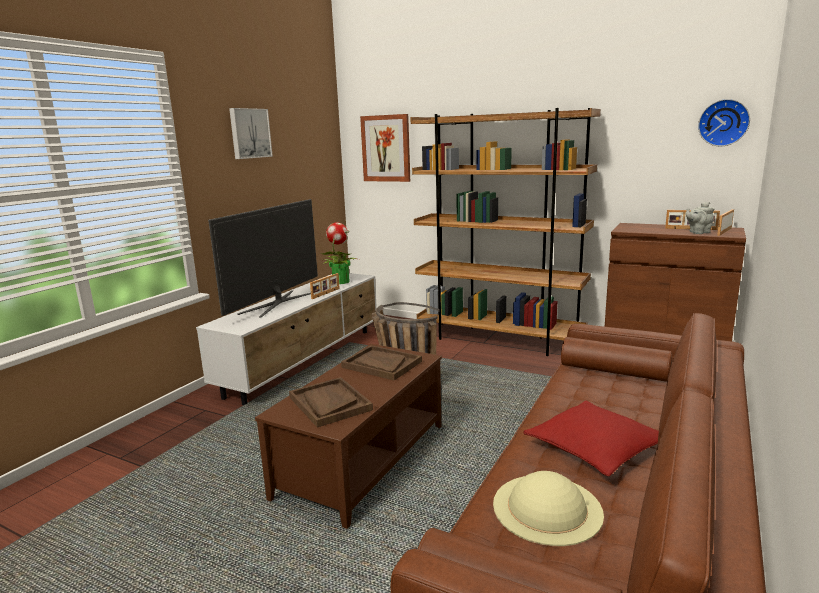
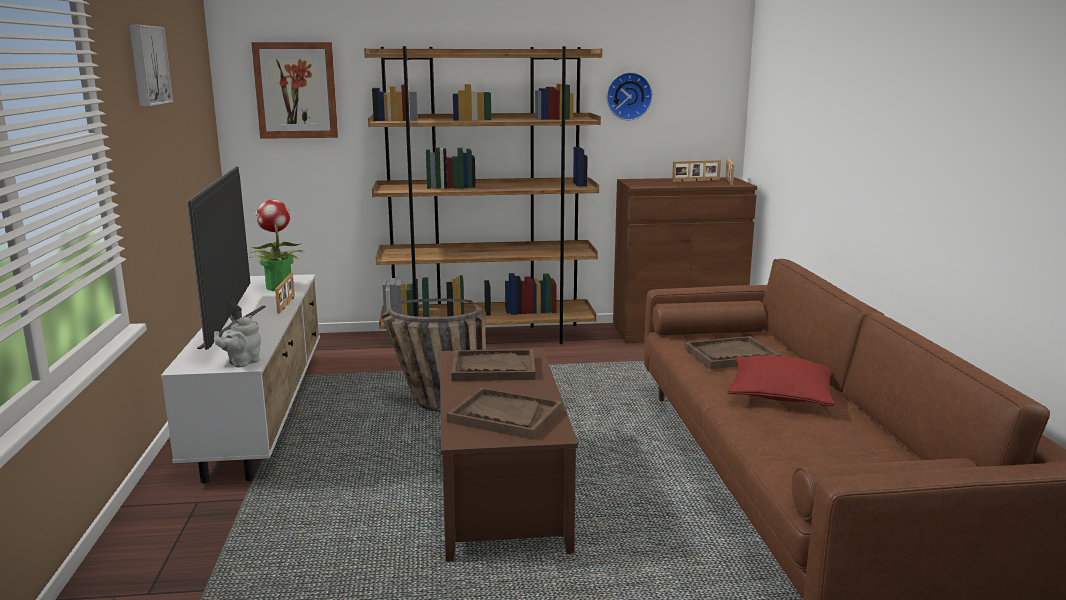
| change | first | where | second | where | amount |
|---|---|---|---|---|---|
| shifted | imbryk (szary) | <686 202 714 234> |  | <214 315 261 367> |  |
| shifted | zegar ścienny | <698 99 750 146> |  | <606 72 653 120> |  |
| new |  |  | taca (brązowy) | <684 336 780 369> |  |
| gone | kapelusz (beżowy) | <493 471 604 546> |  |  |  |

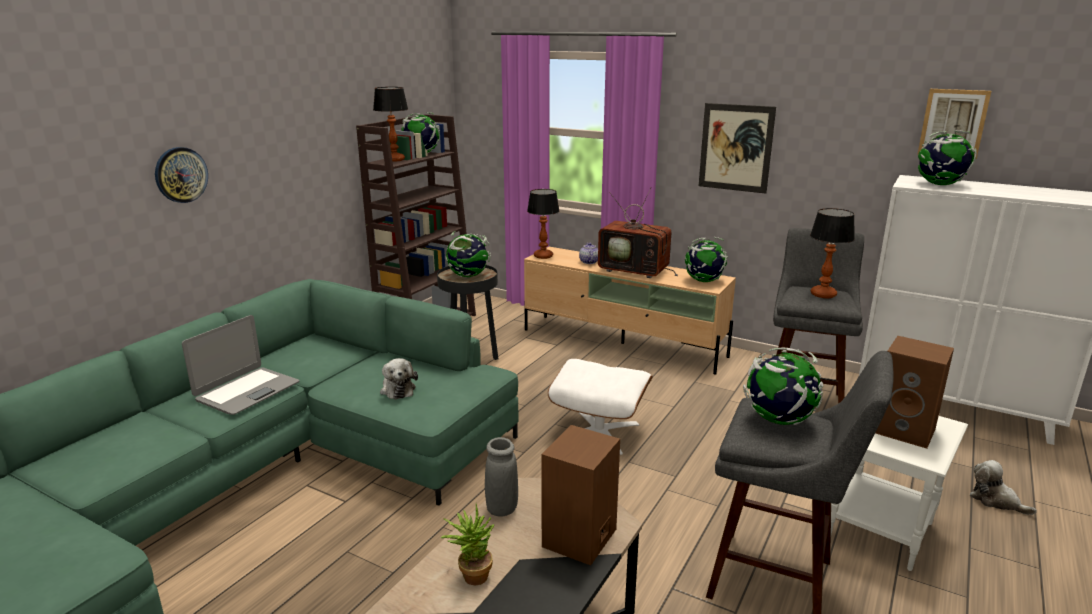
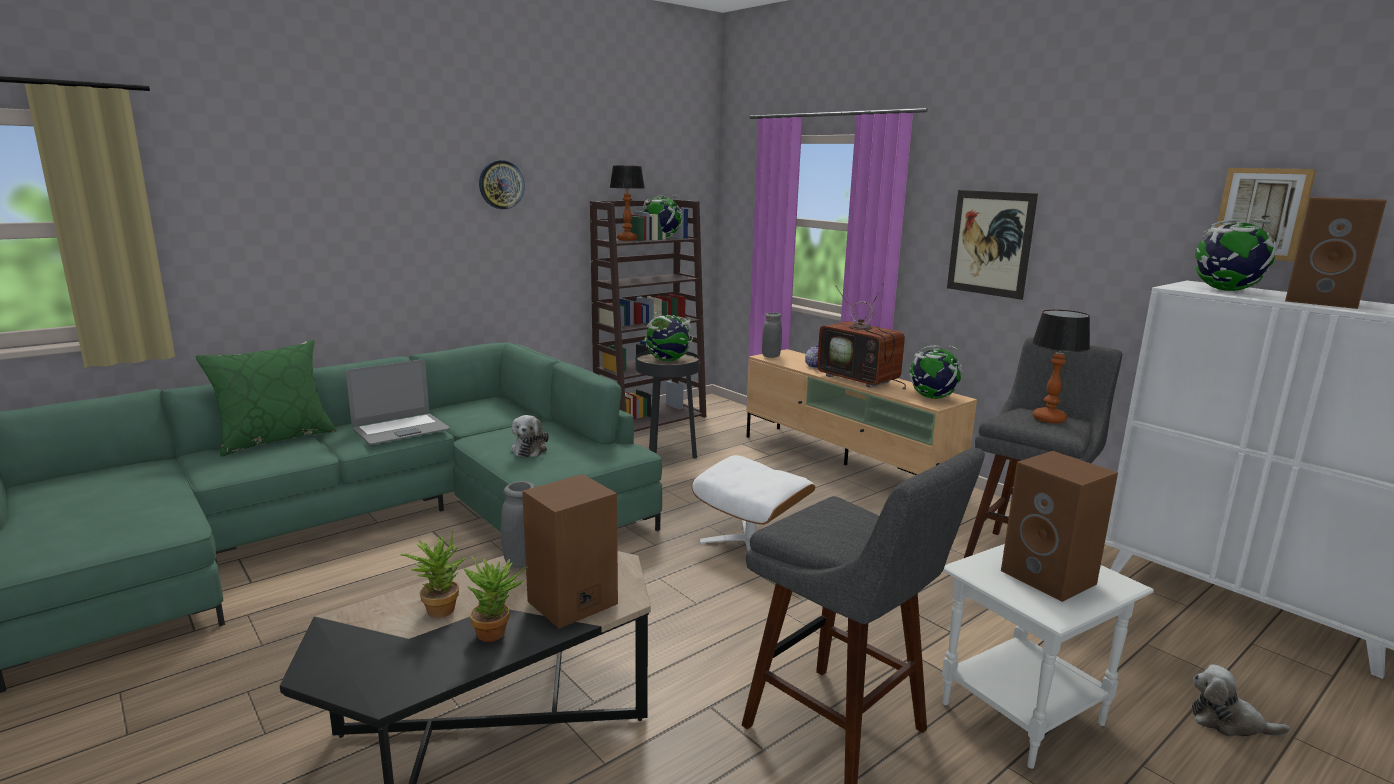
| change | first | where | second | where | amount |
|---|---|---|---|---|---|
| new |  |  | poduszka (zielony) | <196 340 337 457> |  |
| new |  |  | roślina doniczkowa | <463 556 528 642> |  |
| shifted | zegar ścienny | <155 147 208 203> |  | <479 160 525 209> |  |
| swapped | lampa stołowa | <527 189 560 259> | wazon (szary) | <762 313 782 358> |  |
| rotated | pluszak | <970 460 1037 515> |  | <1192 665 1290 737> | 45 degrees counterclockwise |
| new |  |  | głośnik (brązowy) | <1285 197 1387 309> |  |
| gone | globus | <743 347 823 425> |  |  |  |

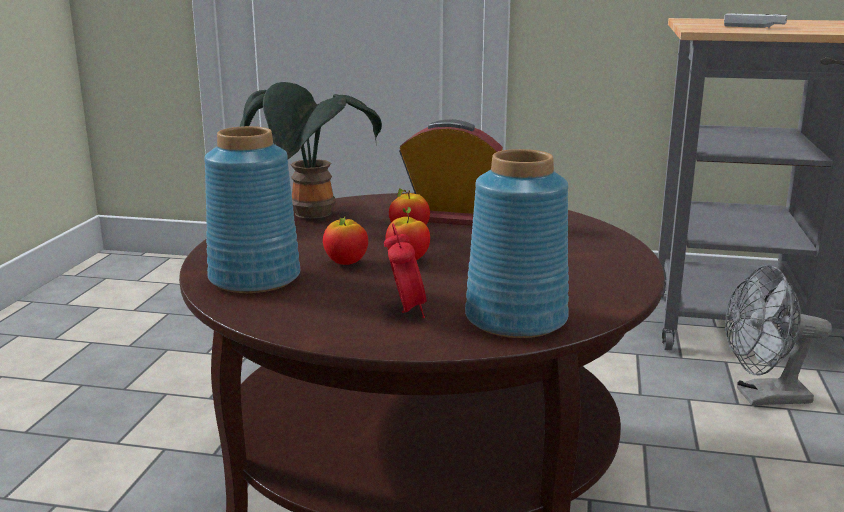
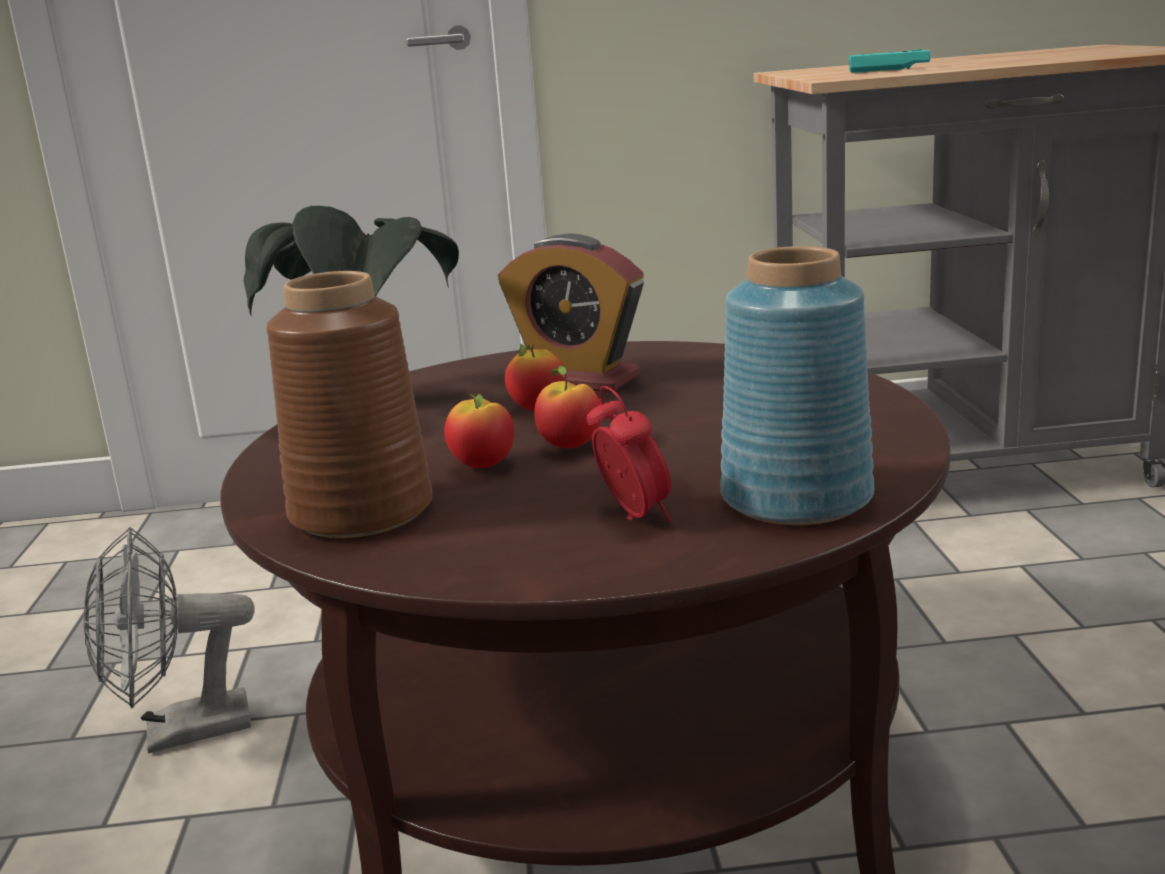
| change | first | where | second | where | amount |
|---|---|---|---|---|---|
| shifted | wentylator (szary) | <725 265 832 405> |  | <83 527 254 753> |  |
| repainted | wazon (niebieski) | <204 126 300 293> | wazon (brązowy) | <267 271 433 538> |  |
| rotated | budzik | <399 119 503 226> |  | <498 233 644 392> | 150 degrees counterclockwise |
| repainted | pad do gier (biały) | <724 13 787 28> | pad do gier (turkusowy) | <849 49 930 73> |  |

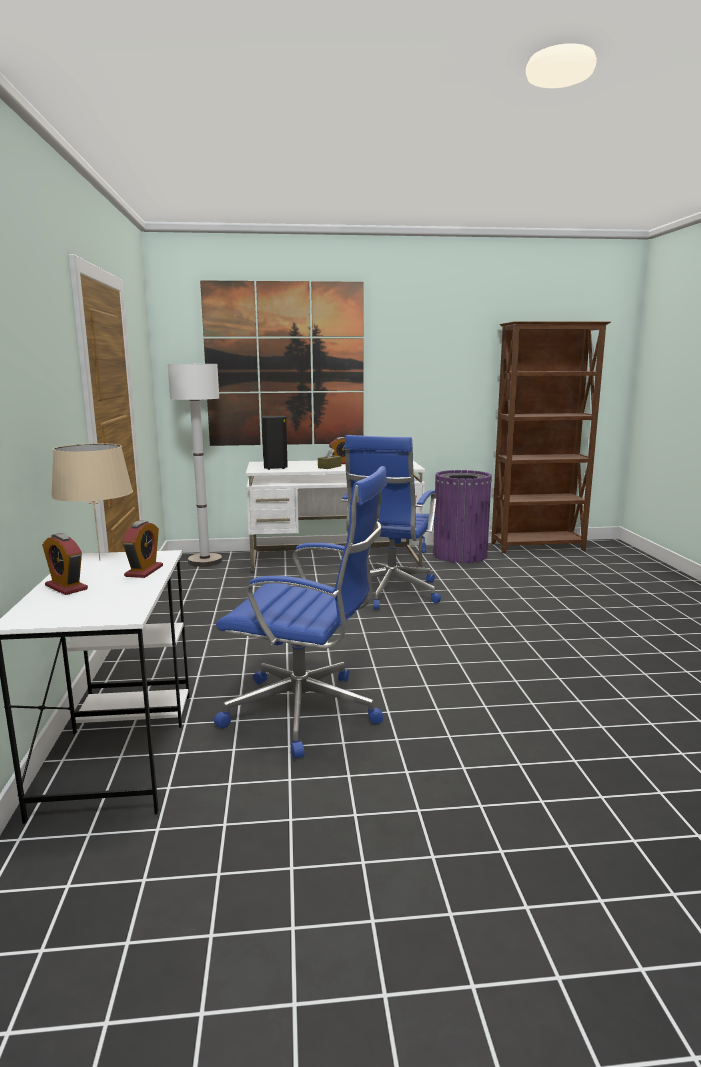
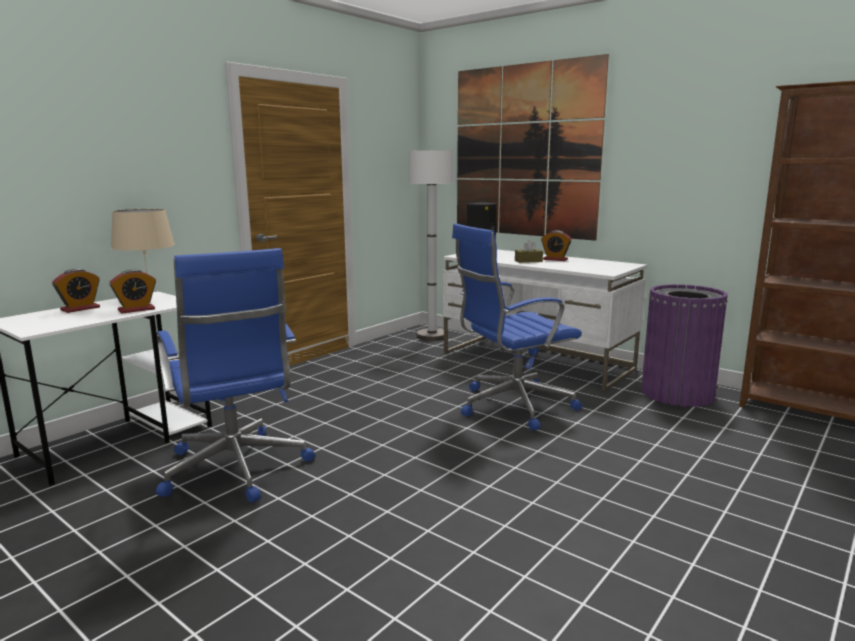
| change | first | where | second | where | amount |
|---|---|---|---|---|---|
| rotated | budzik | <43 533 88 595> |  | <52 269 100 313> | 135 degrees counterclockwise |

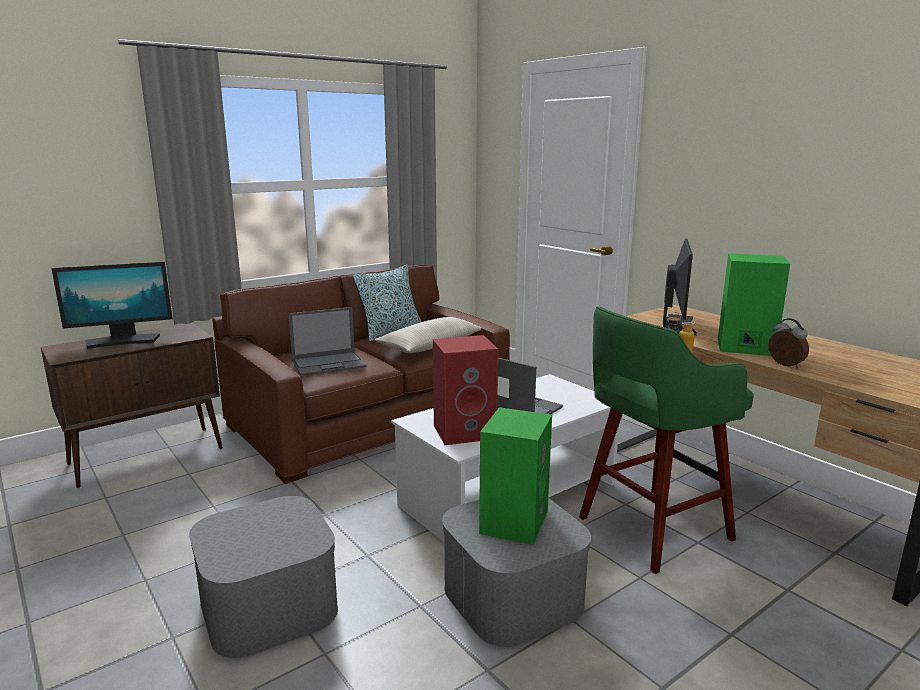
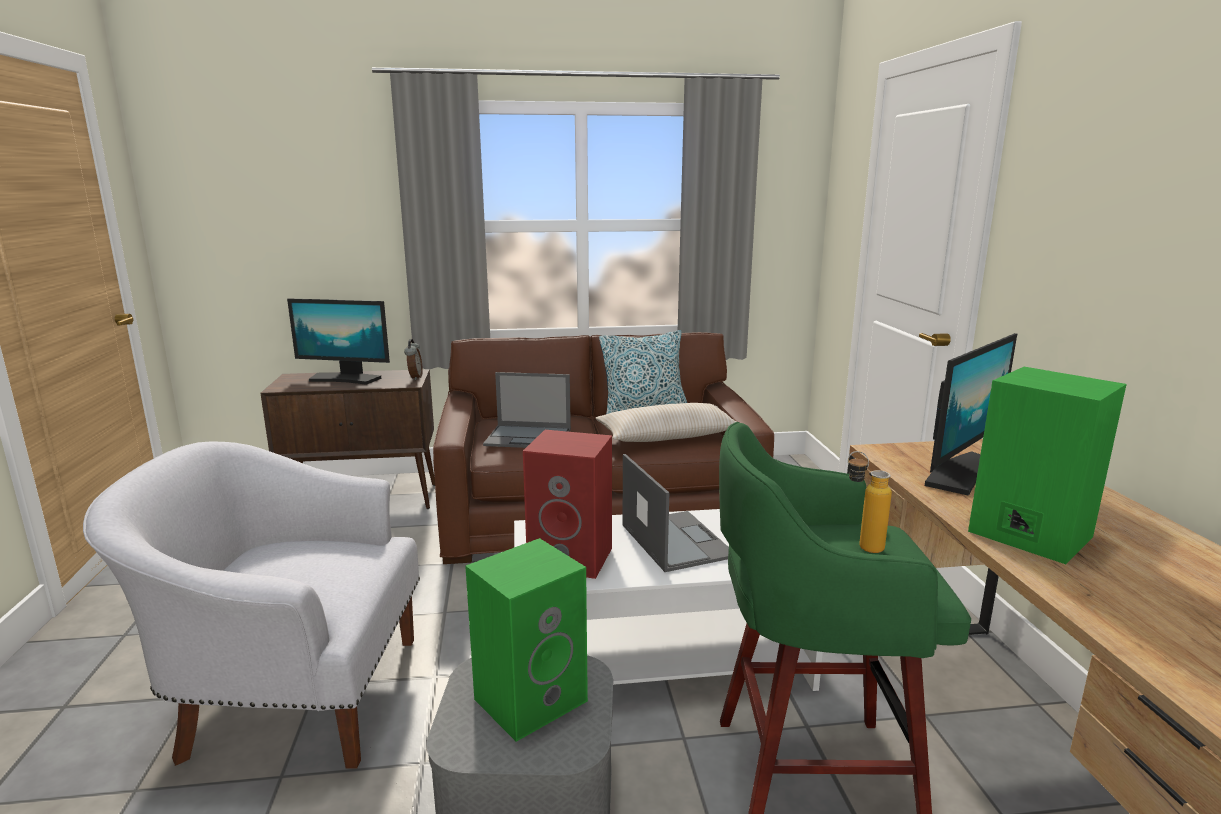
| change | first | where | second | where | amount |
|---|---|---|---|---|---|
| swapped | pojemnik do przechowywania (szary) | <189 496 338 658> | fotel (biały) | <83 442 420 769> |  |
| shifted | budzik | <768 318 809 368> |  | <404 339 423 380> |  |

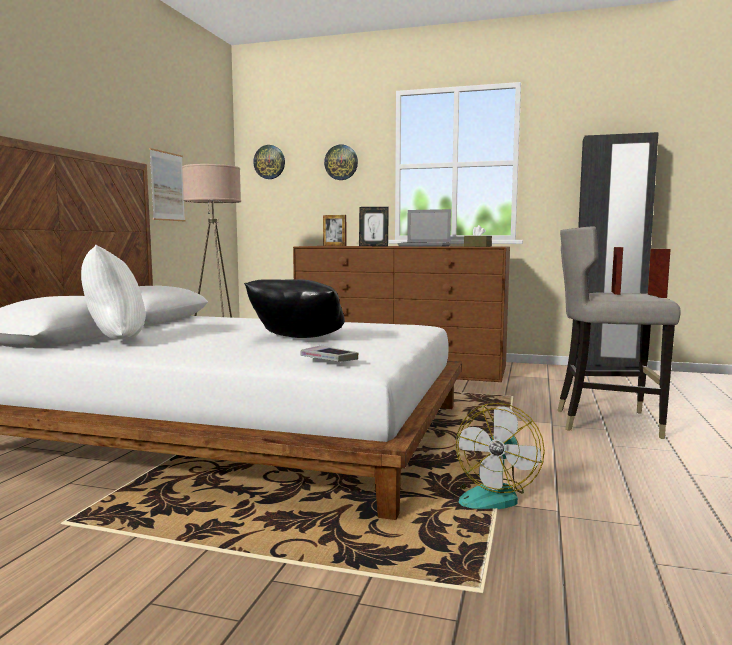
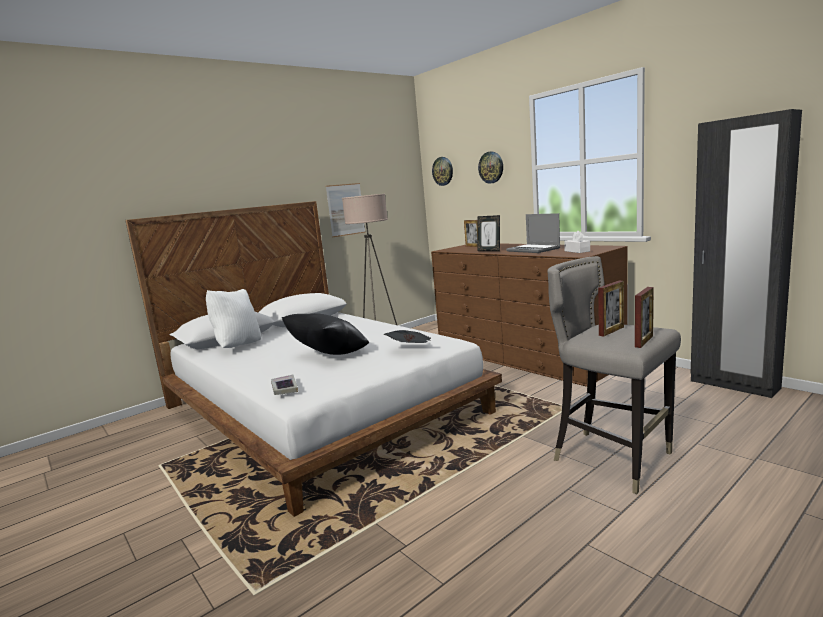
| change | first | where | second | where | amount |
|---|---|---|---|---|---|
| new |  |  | gazeta | <384 330 431 343> |  |
| repainted | pudełko chusteczek (brązowy) | <464 225 492 247> | pudełko chusteczek (biały) | <564 231 590 253> |  |
| gone | wentylator | <456 403 545 509> |  |  |  |

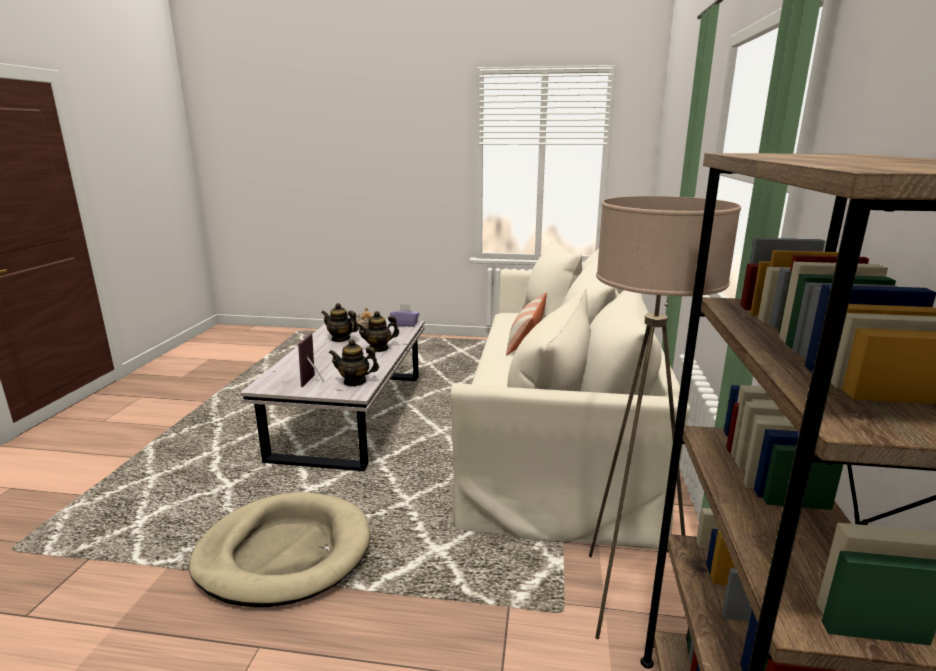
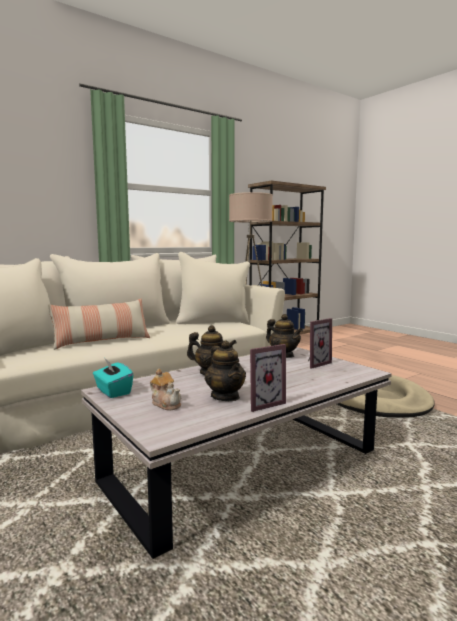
| change | first | where | second | where | amount |
|---|---|---|---|---|---|
| repainted | pudełko chusteczek (fioletowy) | <390 304 420 327> | pudełko chusteczek (turkusowy) | <93 359 133 398> |  |
| new |  |  | ramka na zdjęcie | <250 344 286 412> |  |

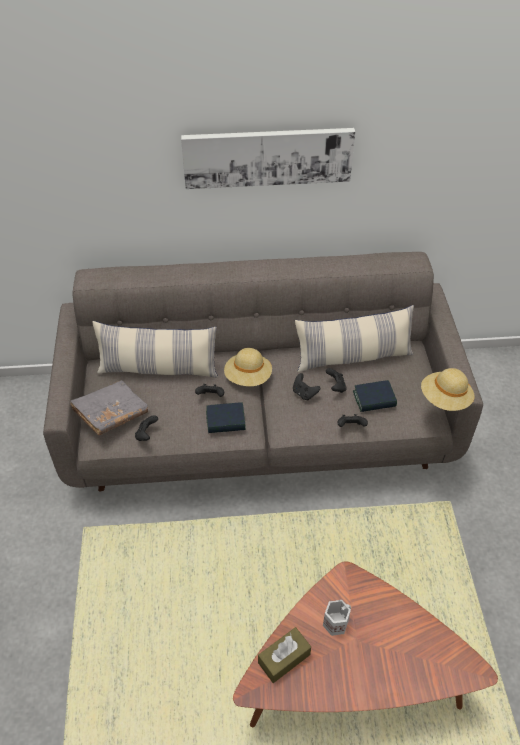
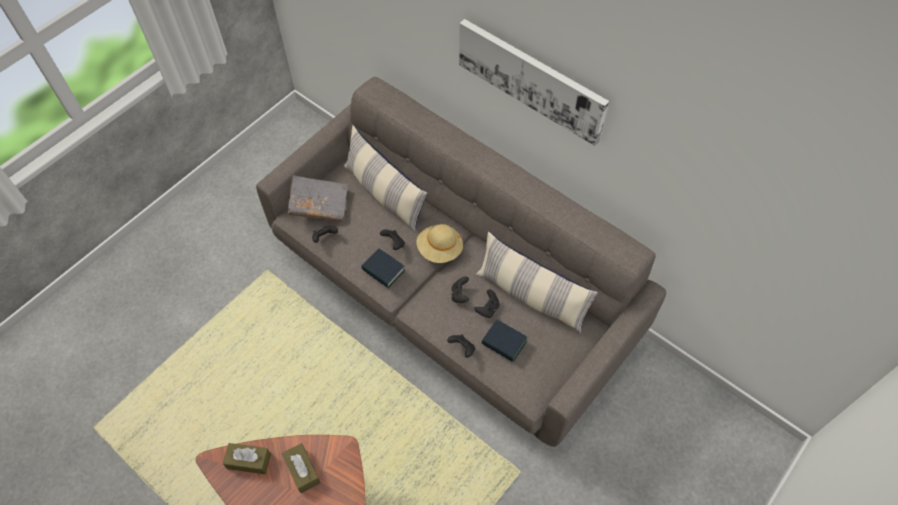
| change | first | where | second | where | amount |
|---|---|---|---|---|---|
| swapped | kubek (biały) | <323 600 351 636> | pudełko chusteczek (brązowy) | <282 443 321 493> |  |
| gone | kapelusz (beżowy) | <421 368 474 411> |  |  |  |

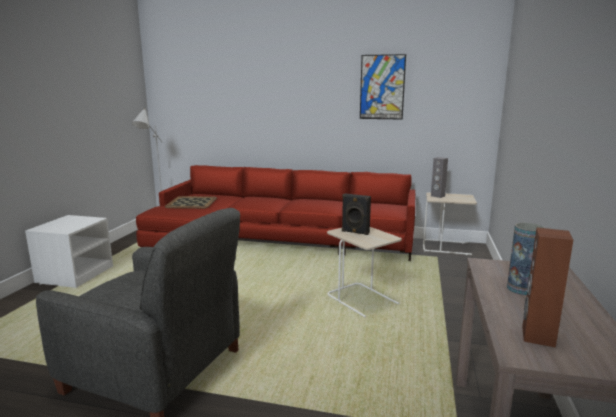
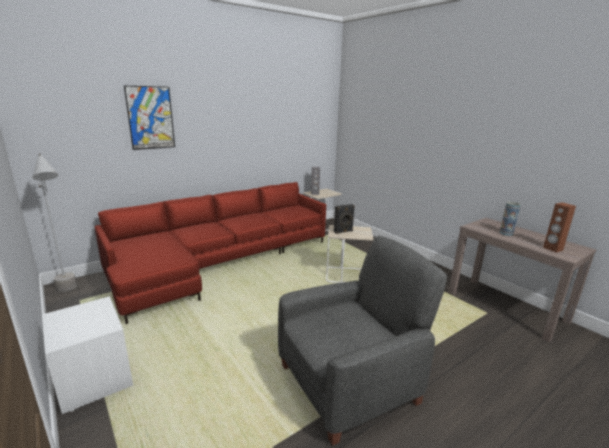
| change | first | where | second | where | amount |
|---|---|---|---|---|---|
| shifted | obraz | <360 54 406 120> |  | <124 86 175 150> |  |
| gone | taca | <165 196 217 209> |  |  |  |

